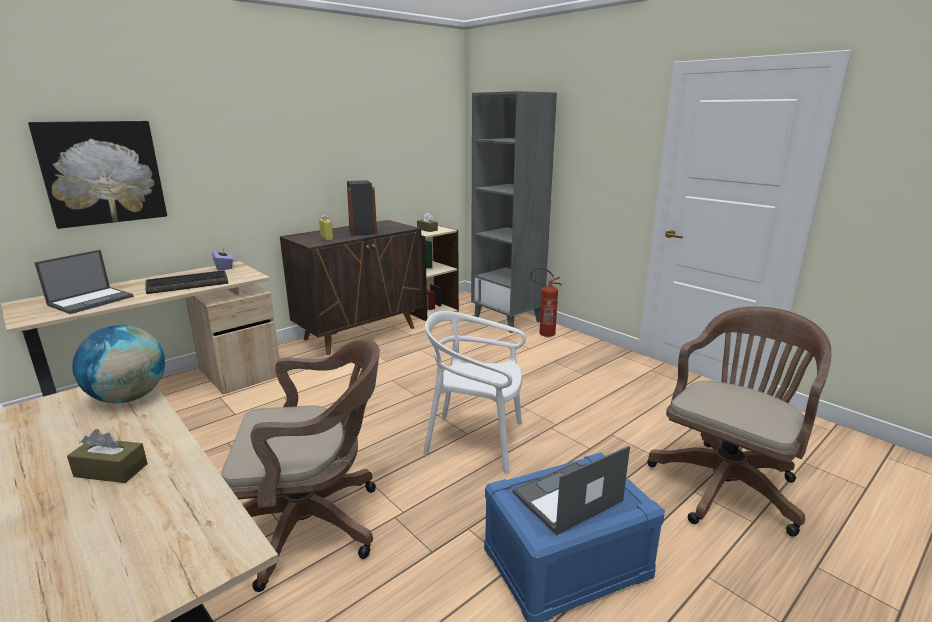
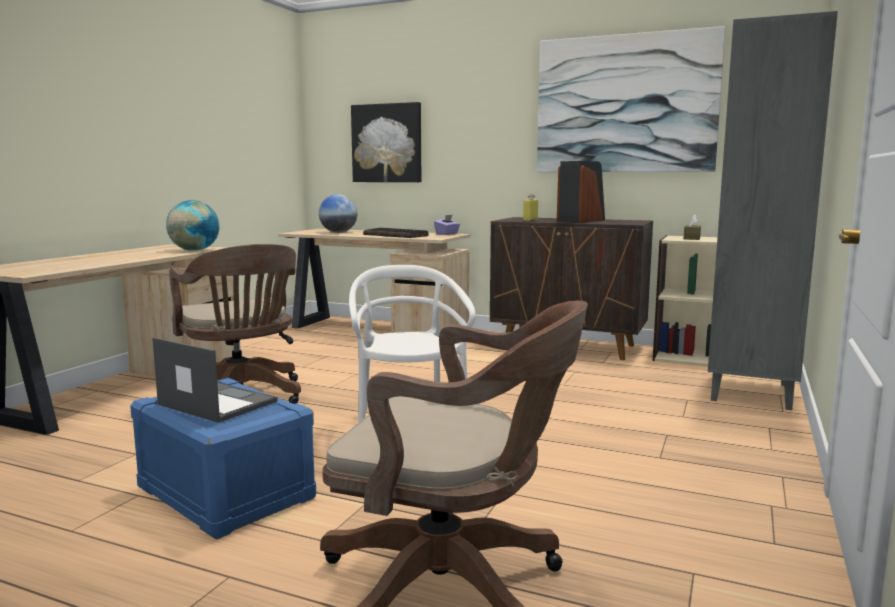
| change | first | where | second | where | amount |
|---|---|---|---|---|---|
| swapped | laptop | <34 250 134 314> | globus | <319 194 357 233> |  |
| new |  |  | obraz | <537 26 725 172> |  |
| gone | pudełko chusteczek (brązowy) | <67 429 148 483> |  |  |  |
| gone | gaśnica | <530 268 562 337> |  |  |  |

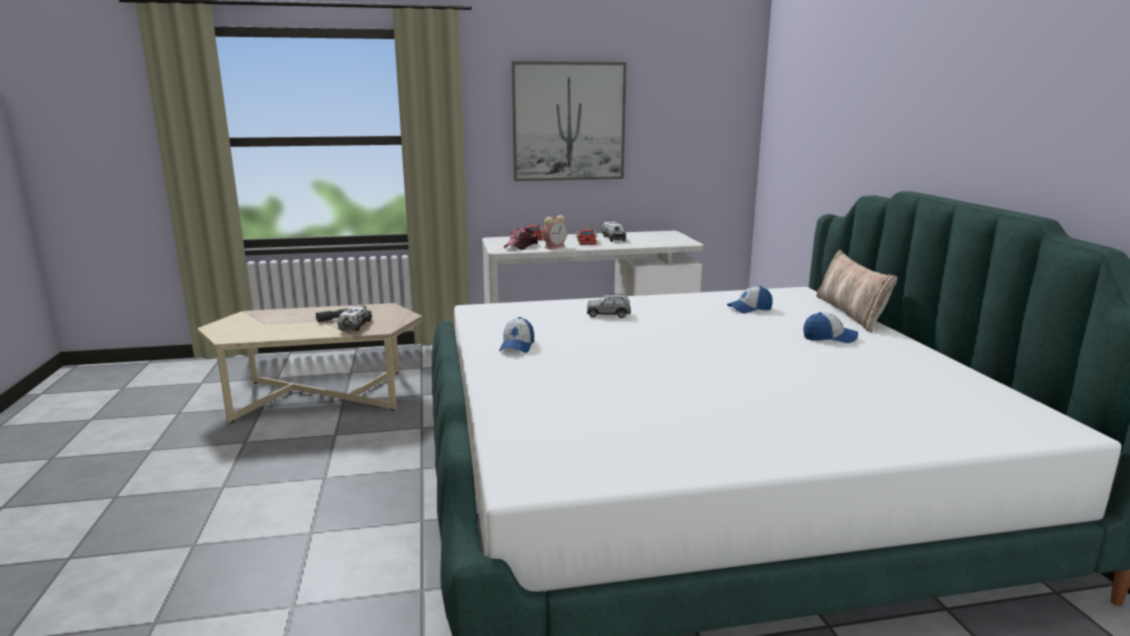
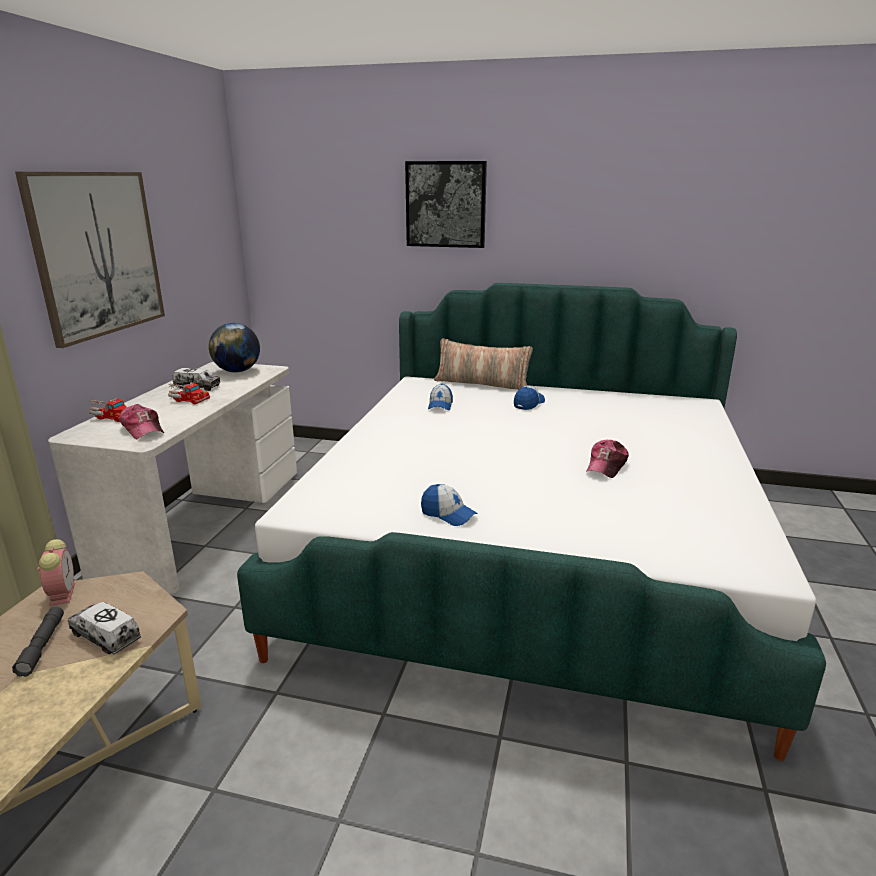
| change | first | where | second | where | amount |
|---|---|---|---|---|---|
| shifted | budzik | <542 215 568 249> |  | <38 539 75 606> |  |
| new |  |  | globus | <209 323 260 373> |  |
| new |  |  | obraz | <405 161 487 248> |  |
| new |  |  | czapka z daszkiem | <586 440 629 478> |  |
| gone | samochodzik (szary) | <587 294 631 318> |  |  |  |

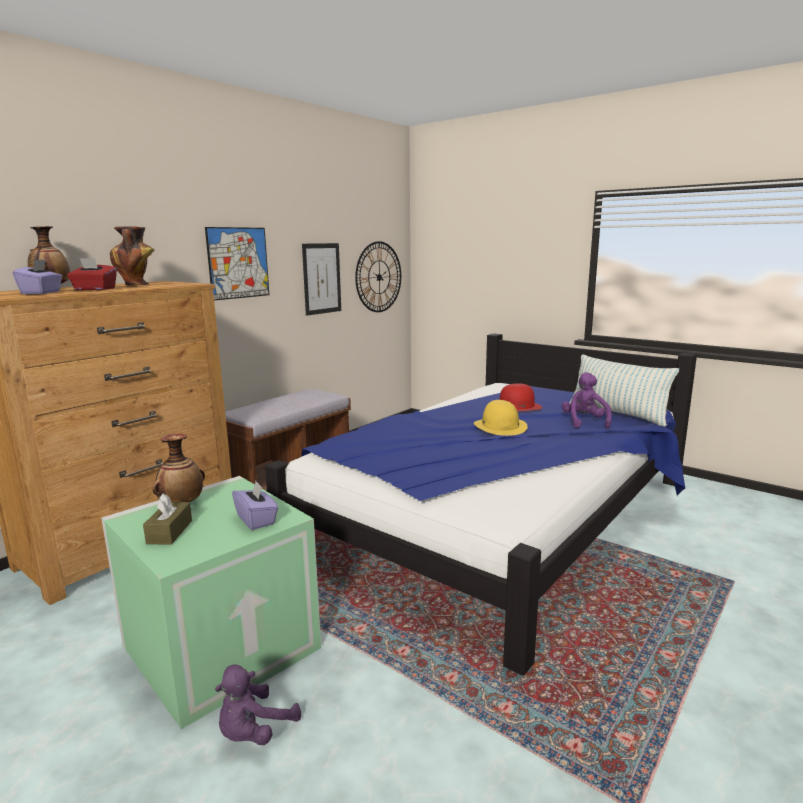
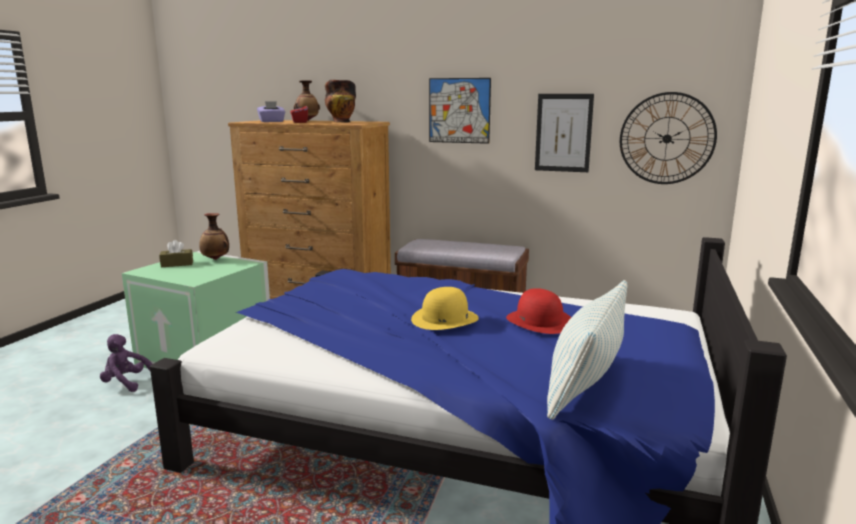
| change | first | where | second | where | amount |
|---|---|---|---|---|---|
| gone | pudełko chusteczek (fioletowy) | <232 481 278 530> |  |  |  |
| gone | pluszak (fioletowy) | <562 372 612 429> |  |  |  |

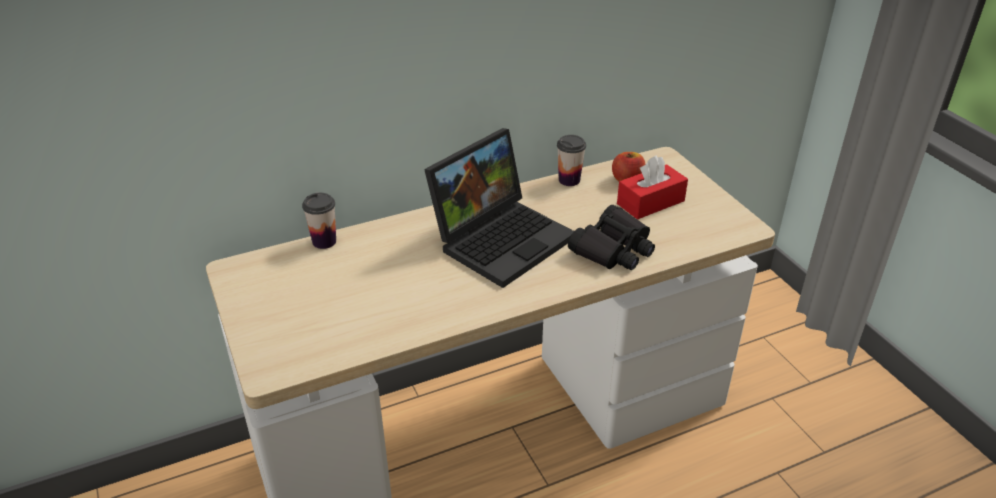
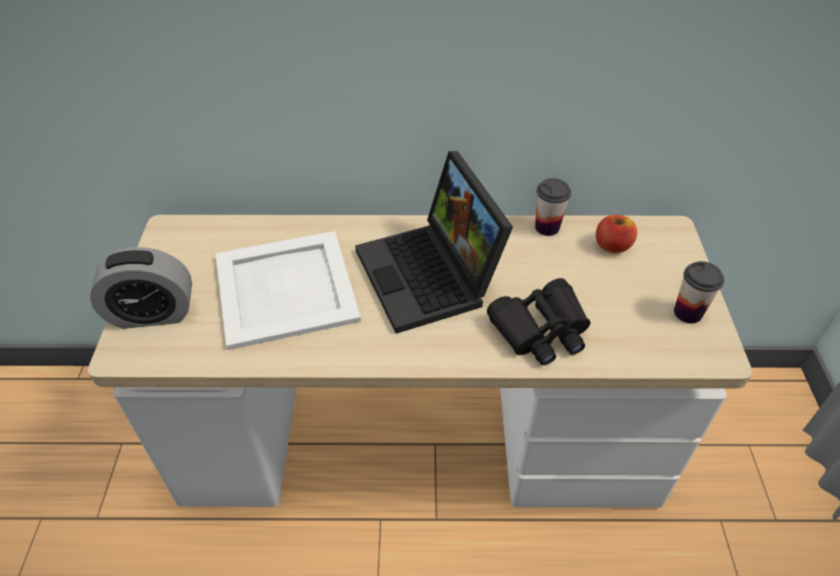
| change | first | where | second | where | amount |
|---|---|---|---|---|---|
| new |  |  | budzik | <90 247 192 329> |  |
| new |  |  | taca (biały) | <216 231 361 350> |  |
| rotated | laptop | <424 128 574 288> |  | <355 151 513 334> | 90 degrees clockwise |
| shifted | filiżanka | <302 193 336 249> |  | <674 261 724 324> |  |
| gone | pudełko chusteczek (czerwony) | <617 155 688 219> |  |  |  |

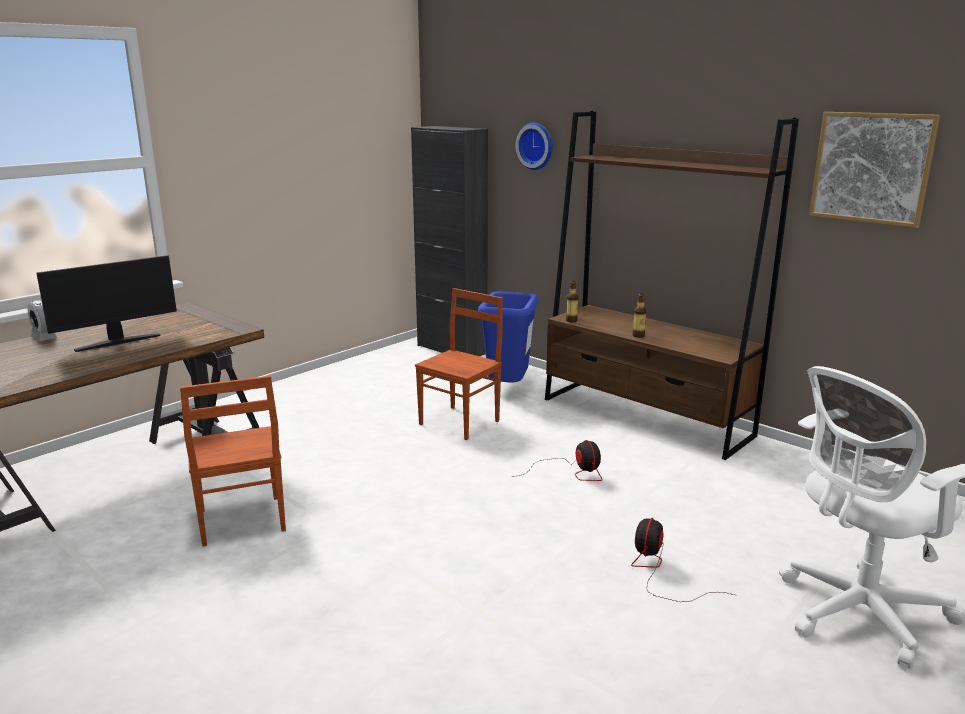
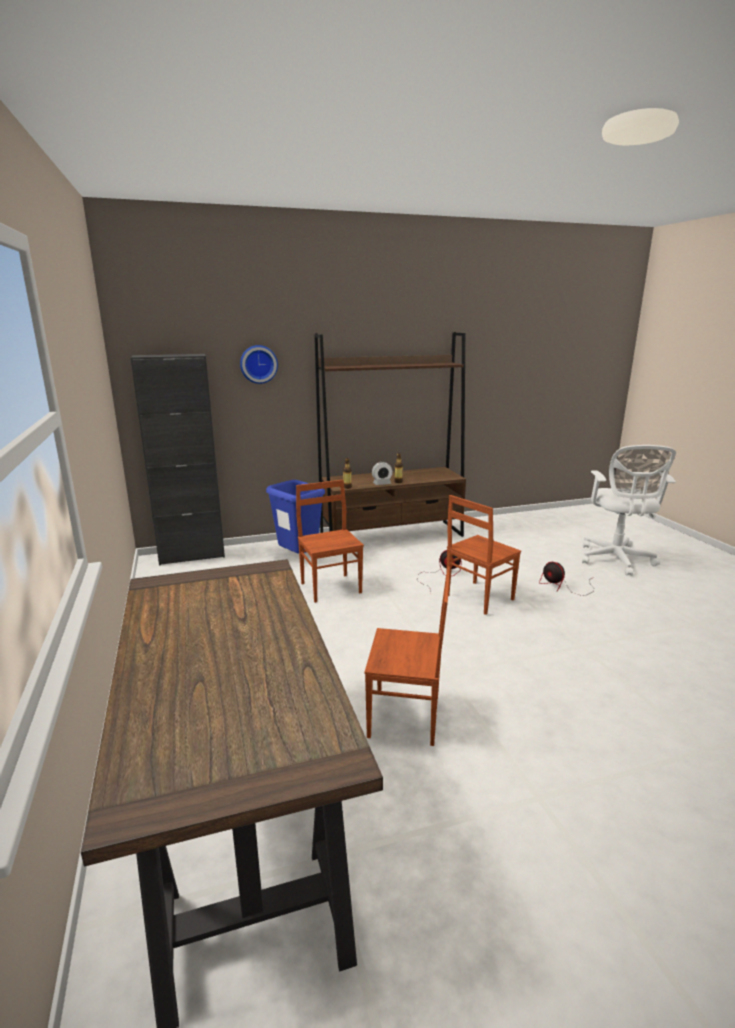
| change | first | where | second | where | amount |
|---|---|---|---|---|---|
| shifted | budzik | <28 301 57 341> |  | <372 462 393 485> |  |
| new |  |  | krzesło (brązowy) | <446 495 521 615> |  |
| gone | monitor | <36 255 177 352> |  |  |  |
| gone | obraz | <809 112 940 228> |  |  |  |

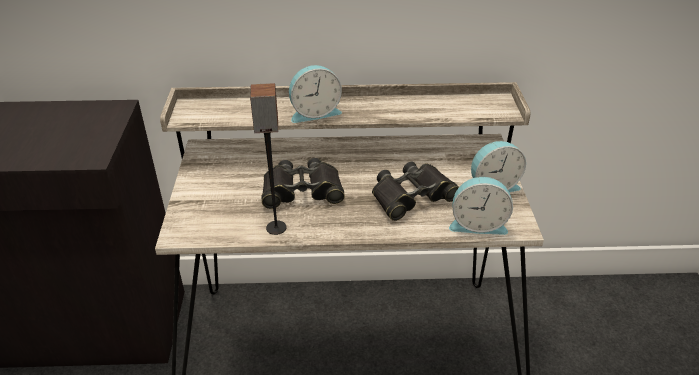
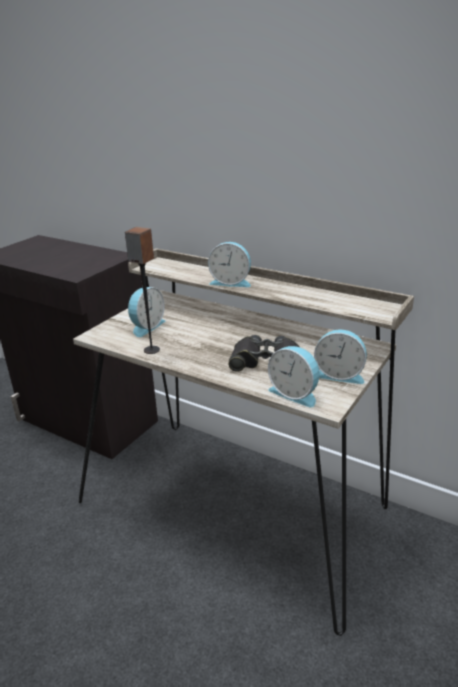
| change | first | where | second | where | amount |
|---|---|---|---|---|---|
| new |  |  | budzik | <128 287 165 337> |  |
| gone | lornetka (czarny) | <261 158 345 209> |  |  |  |

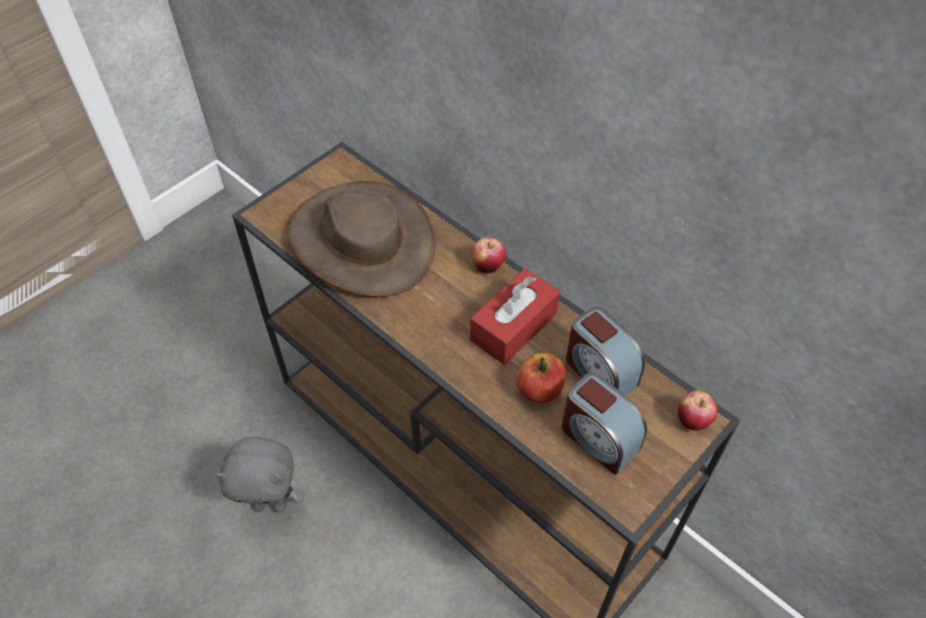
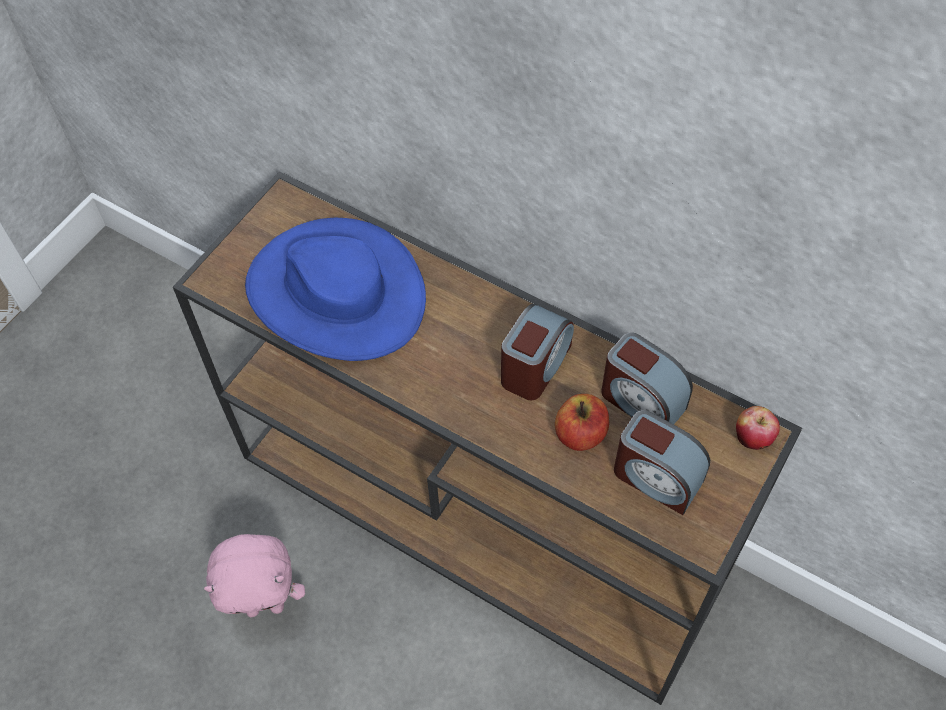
| change | first | where | second | where | amount |
|---|---|---|---|---|---|
| repainted | pluszak (szary) | <215 436 304 513> | pluszak (różowy) | <204 534 305 617> |  |
| repainted | kapelusz (brązowy) | <287 181 436 297> | kapelusz (niebieski) | <245 218 426 361> |  |
| swapped | pudełko chusteczek (czerwony) | <470 268 560 364> | budzik | <501 304 574 400> |  |
| gone | jabłko | <472 237 506 274> |  |  |  |

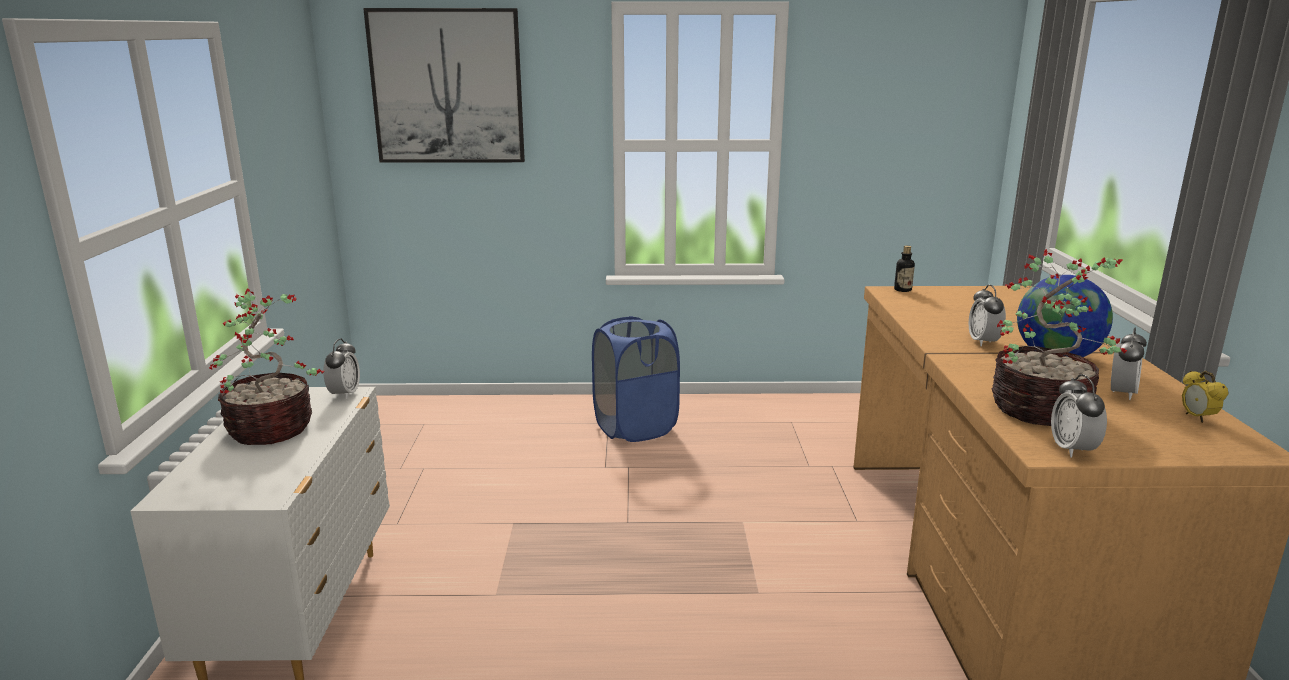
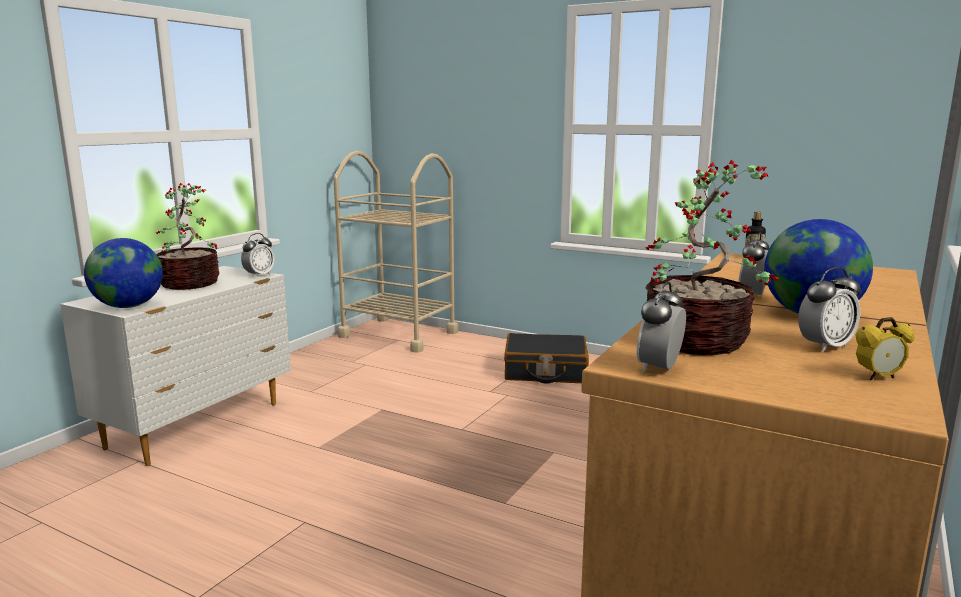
| change | first | where | second | where | amount |
|---|---|---|---|---|---|
| new |  |  | globus | <84 238 163 308> |  |
| new |  |  | wózek (beżowy) | <333 151 458 353> |  |
| swapped | kosz na pranie (niebieski) | <592 316 680 442> | walizka (czarny) | <504 333 589 383> |  |
| rotated | budzik | <1182 371 1228 423> |  | <856 317 915 380> | 120 degrees counterclockwise |
| gone | obraz | <363 8 525 163> |  |  |  |

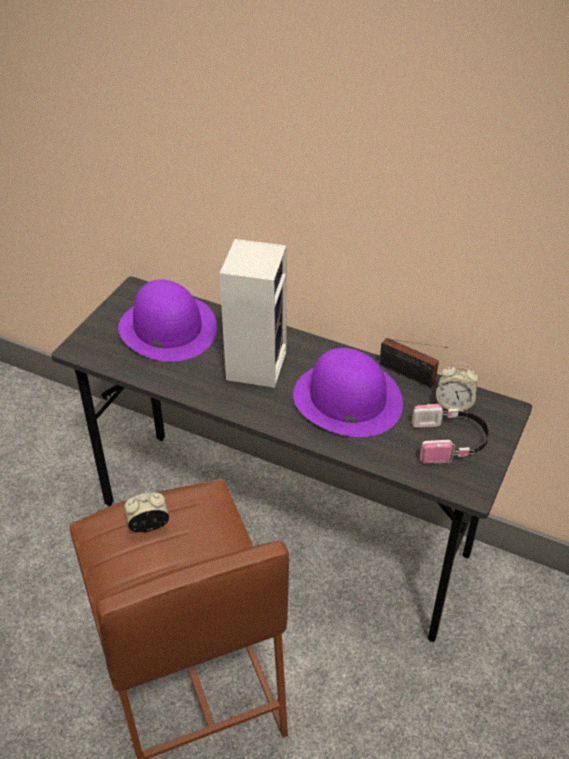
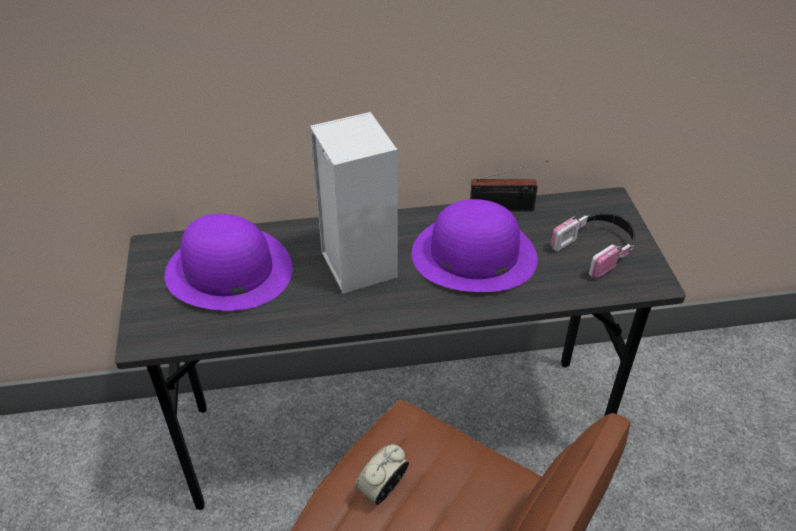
| change | first | where | second | where | amount |
|---|---|---|---|---|---|
| gone | budzik | <436 363 479 412> |  |  |  |

